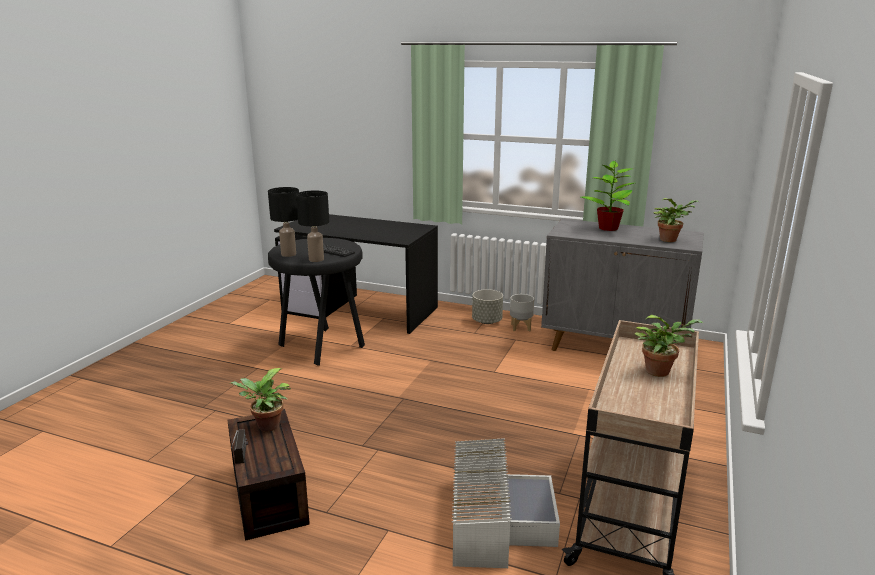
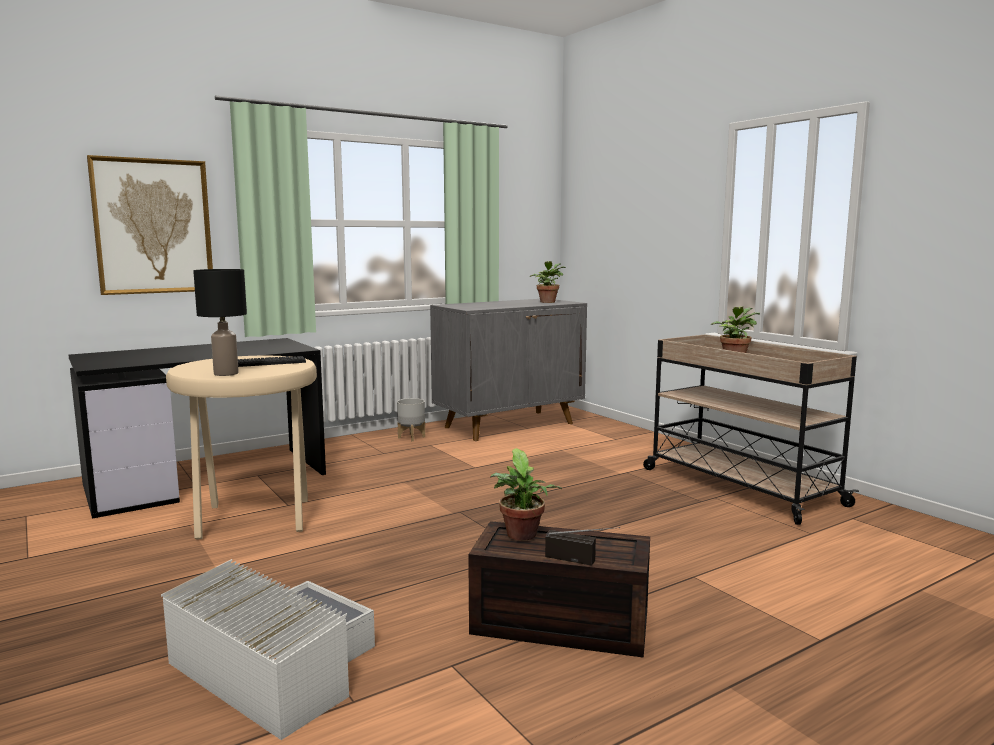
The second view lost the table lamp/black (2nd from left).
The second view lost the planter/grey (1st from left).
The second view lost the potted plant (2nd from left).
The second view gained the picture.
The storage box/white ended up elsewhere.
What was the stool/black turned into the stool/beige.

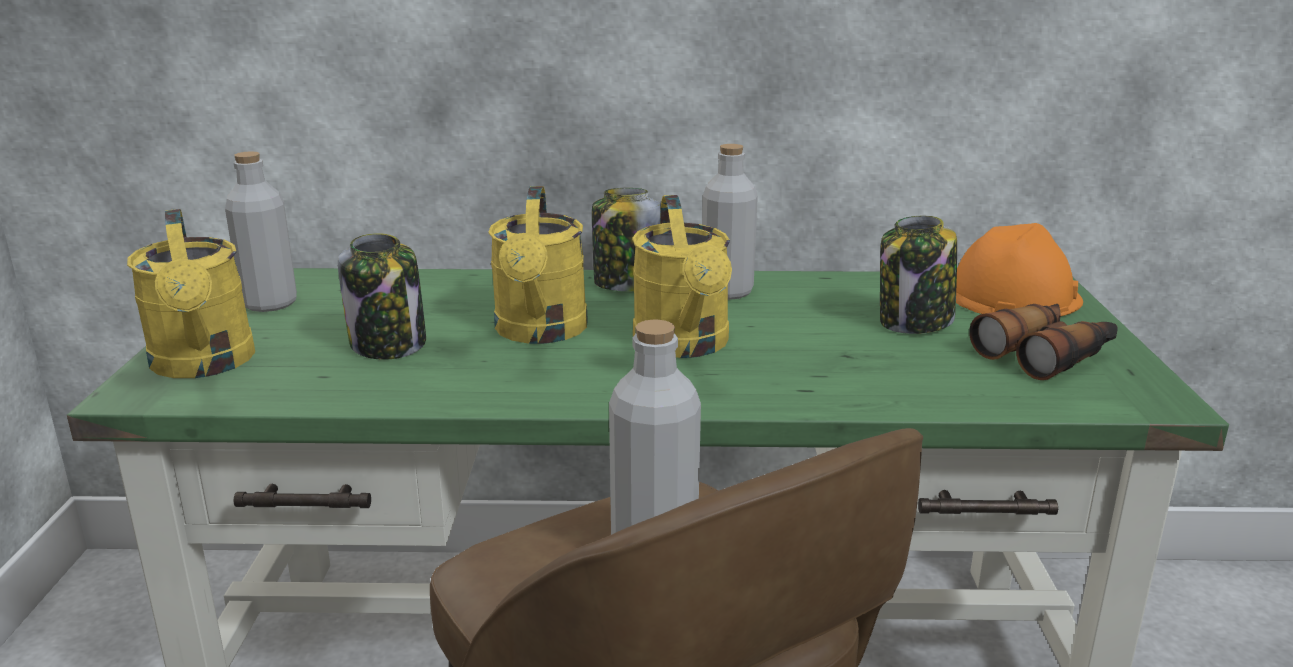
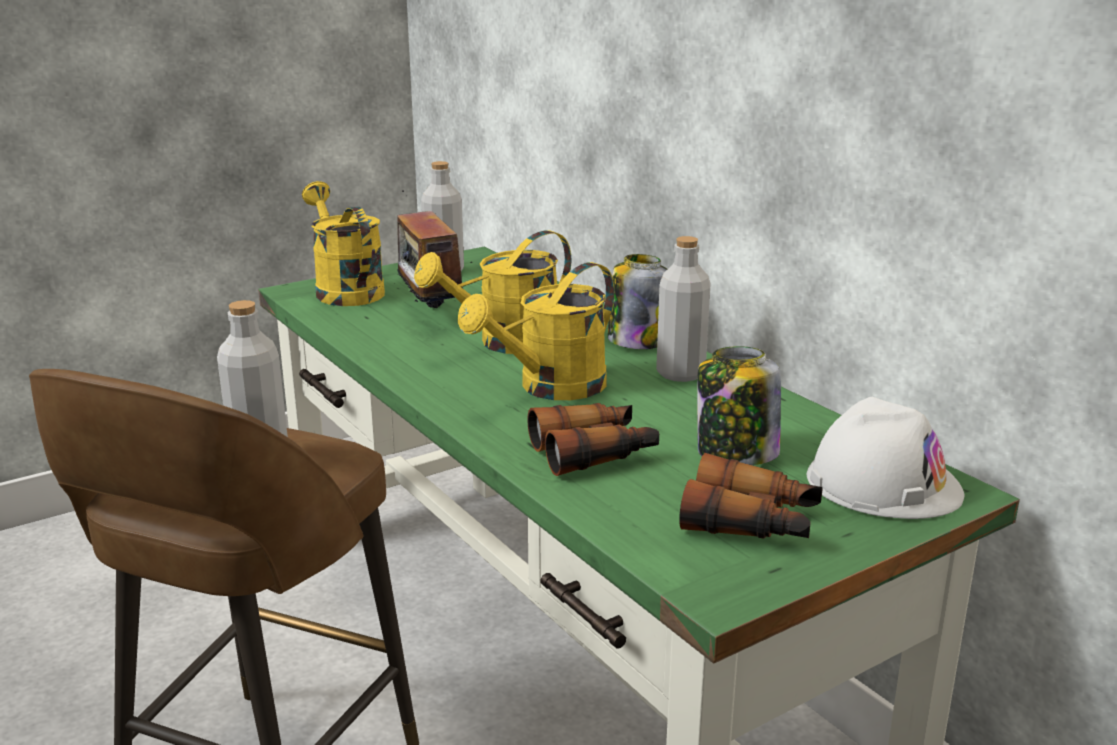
The second view gained the binoculars (1st from left).
Where the jar (1st from left) stood, the radio came to stand.
What was the hard hat/orange turned into the hard hat/white.
The watering can/yellow (1st from left) ended up facing another way, 120 degrees clockwise from before.

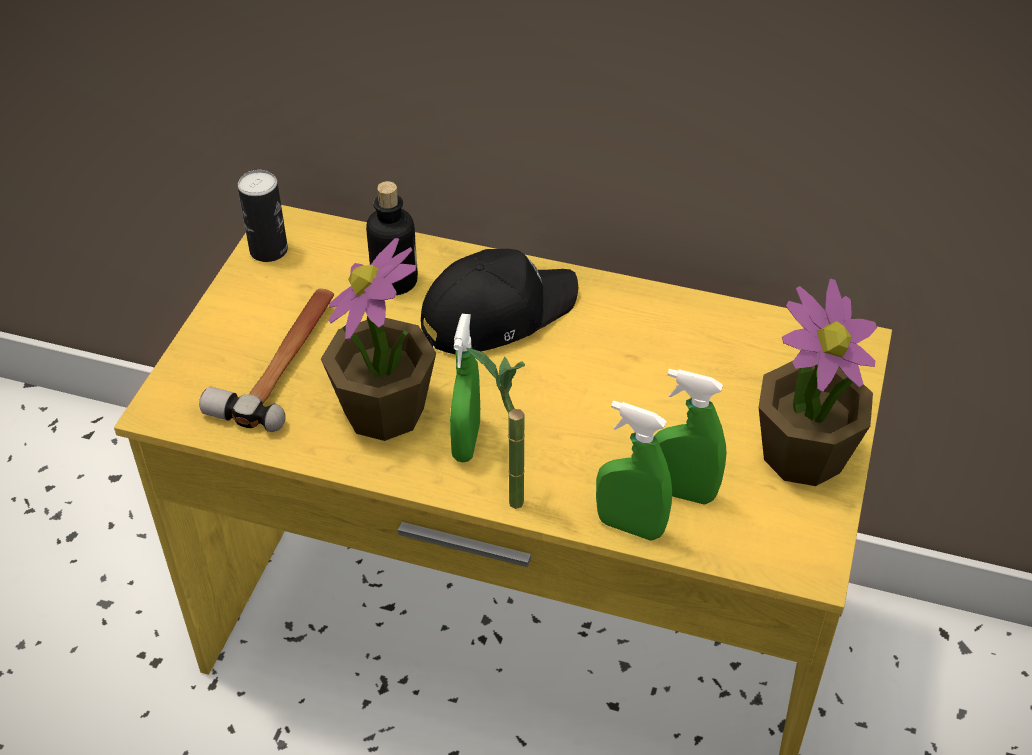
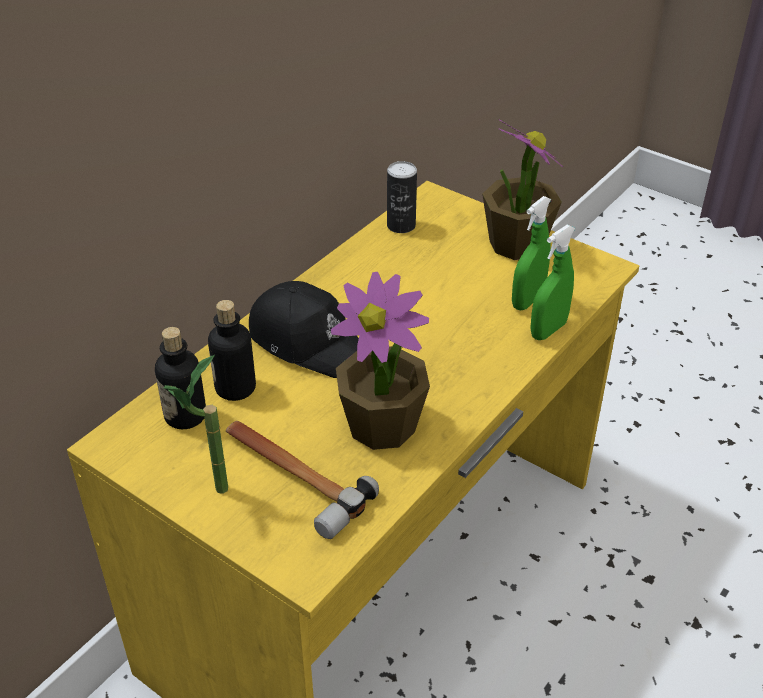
The second view lost the spray bottle/green (1st from left).
The second view gained the bottle (1st from left).
The can ended up elsewhere.
The potted plant (2nd from left in the first image) ended up elsewhere.
The cap/black ended up facing another way, 135 degrees clockwise from before.

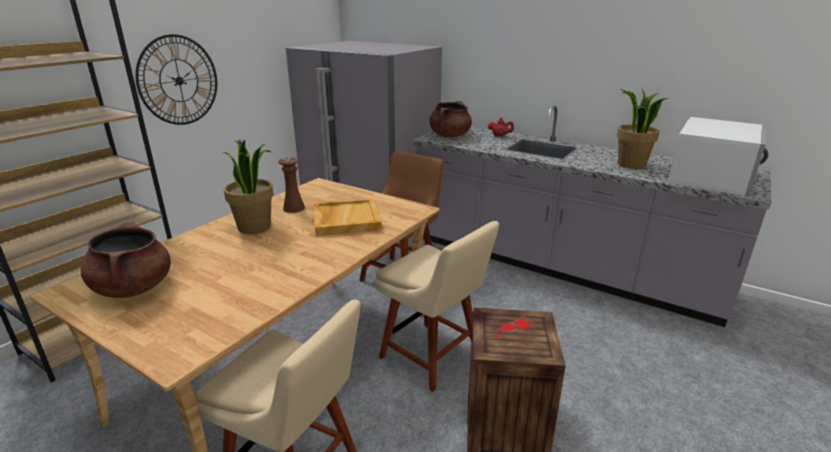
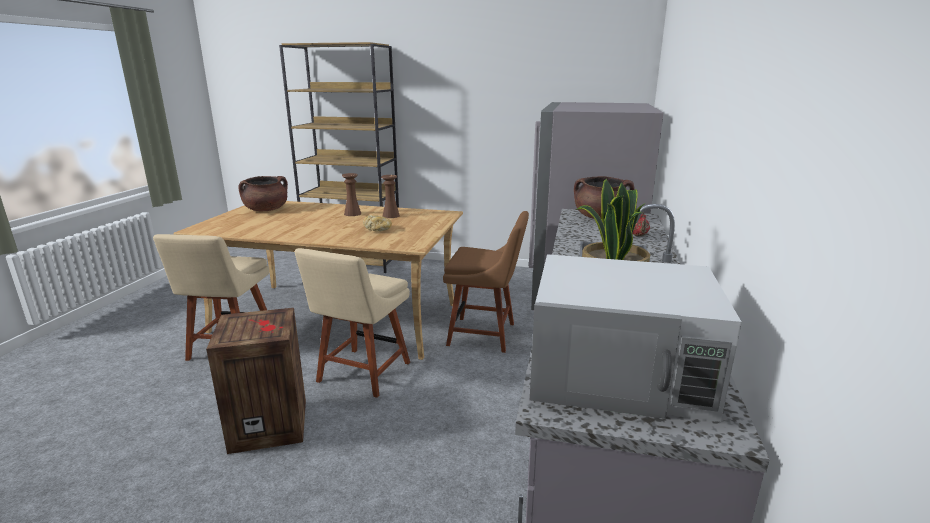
The second view lost the wall clock.
Where the potted plant (1st from left) stood, the vase/brown (1st from left) came to stand.
Where the tray/beige stood, the bread came to stand.

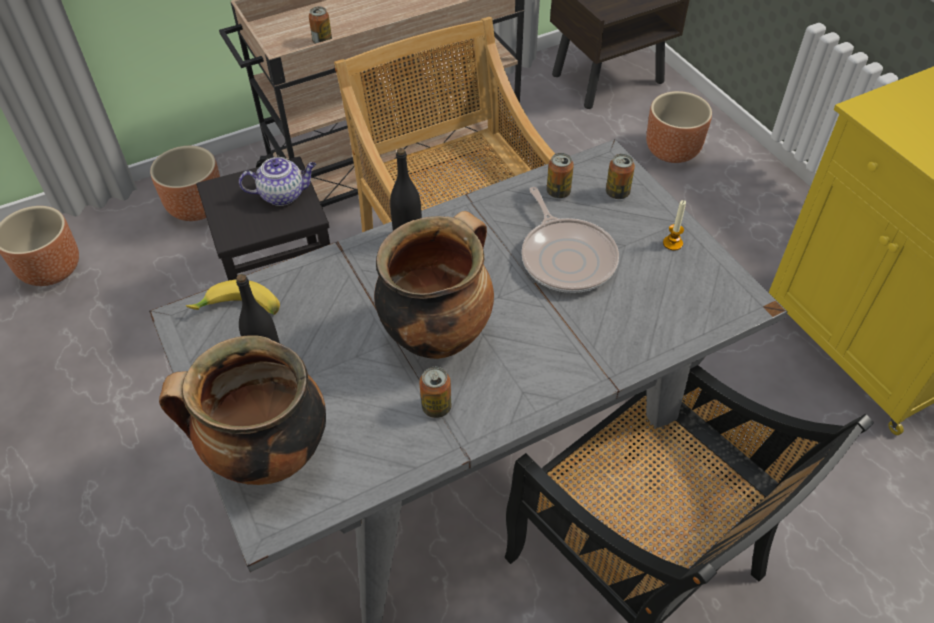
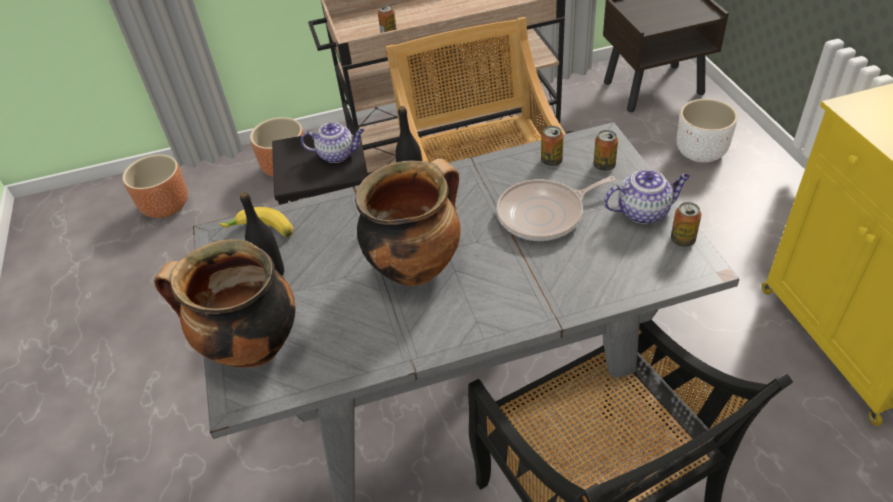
The can (2nd from left in the first image) ended up elsewhere.
Where the candle stood, the teapot (2nd from left) came to stand.
What was the planter/brown (3rd from left) turned into the planter/white.
The frying pan ended up facing another way, 75 degrees clockwise from before.

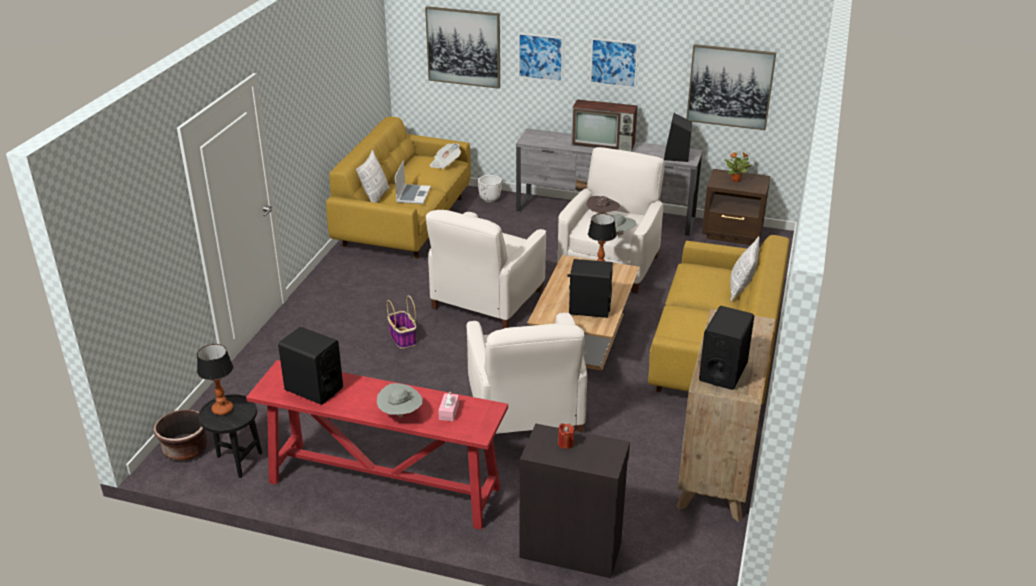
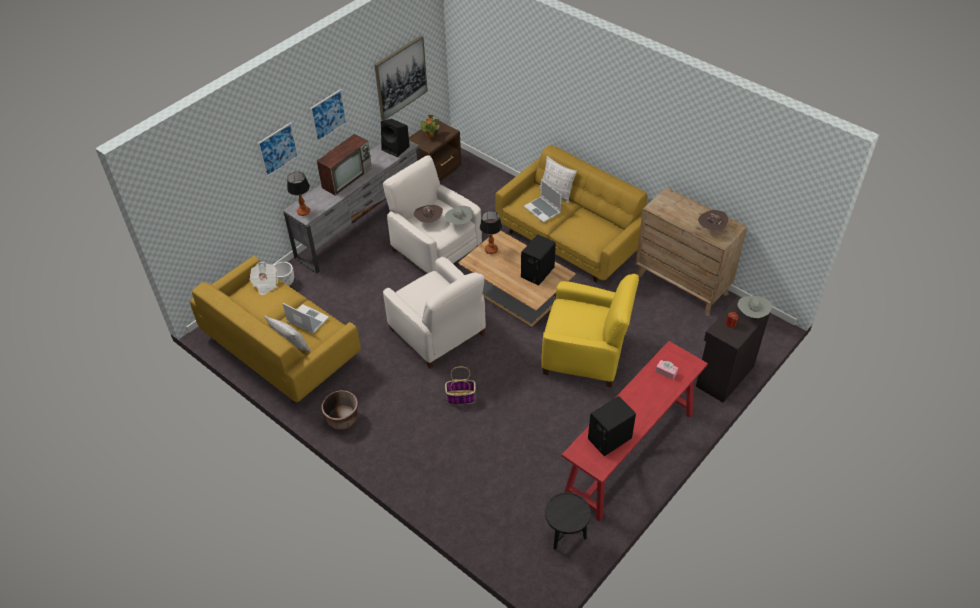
The second view lost the picture (1st from left).
The second view gained the laptop (2nd from left).
The planter/brown ended up elsewhere.
The table lamp (1st from left) ended up elsewhere.
The hat/grey (1st from left in the first image) ended up elsewhere.
Where the speaker/black (4th from left) stood, the hat/brown (2nd from left) came to stand.
What was the armchair/white (2nd from left) turned into the armchair/yellow.

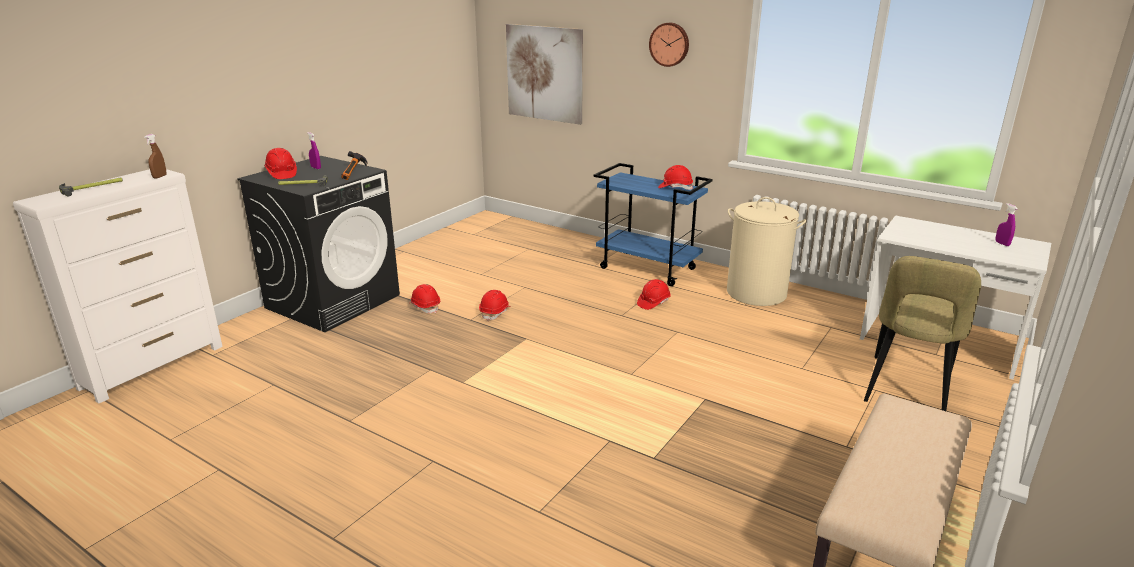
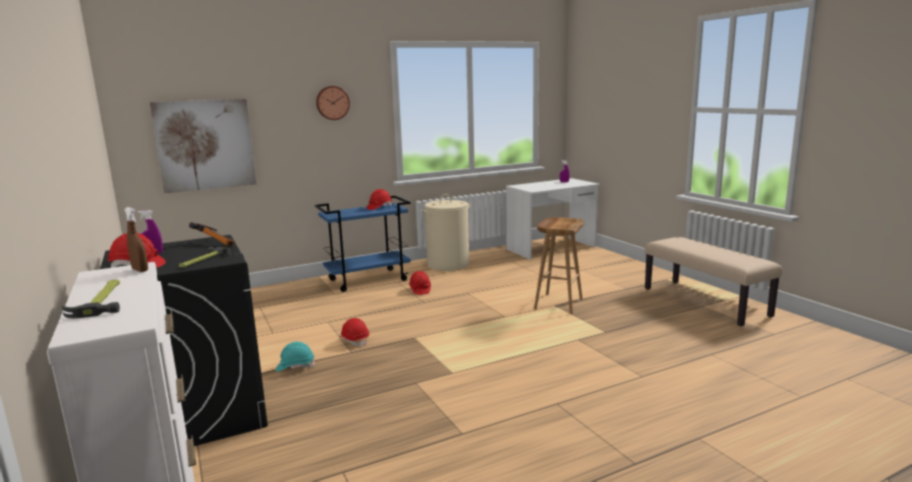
The second view lost the chair/beige.
The second view gained the stool/brown.
What was the hard hat/red (2nd from left) turned into the hard hat/turquoise.

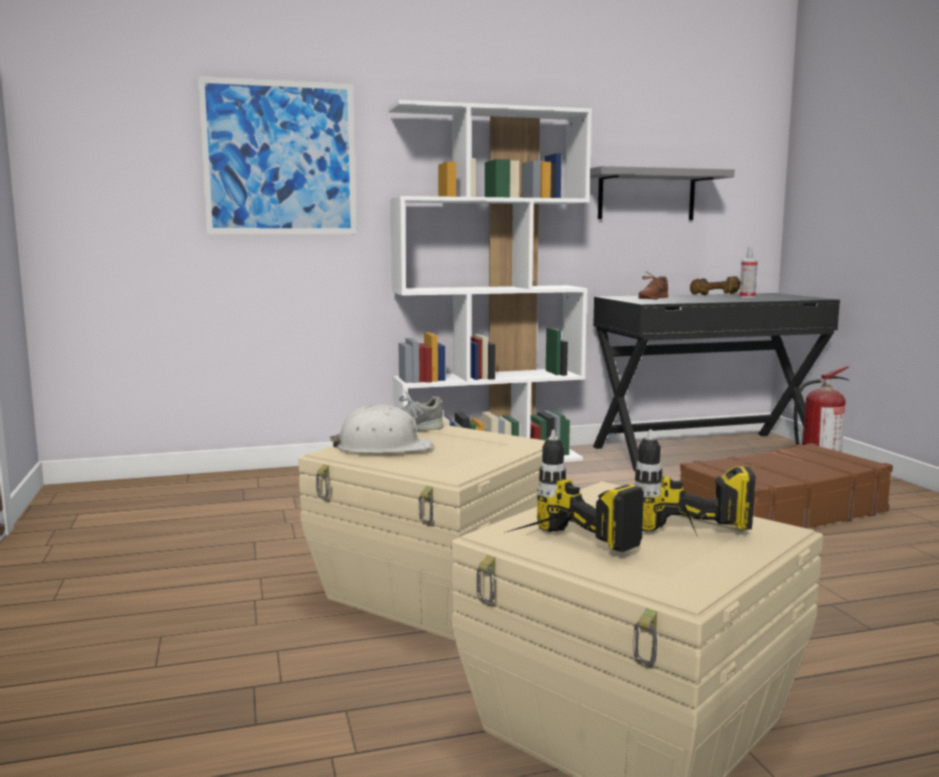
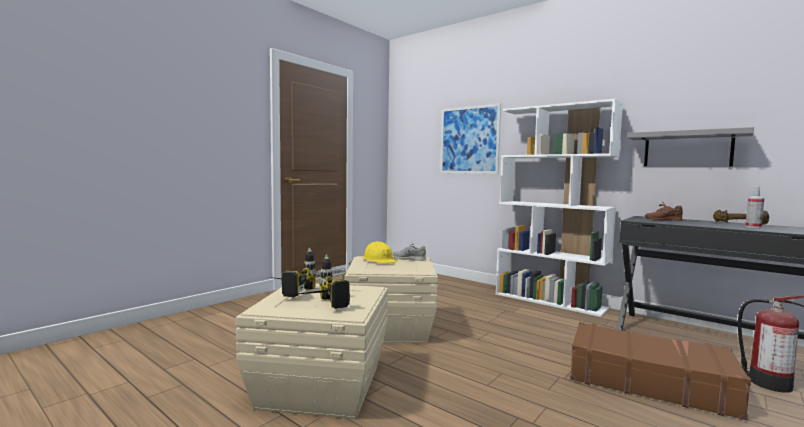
What was the hard hat/white turned into the hard hat/yellow.

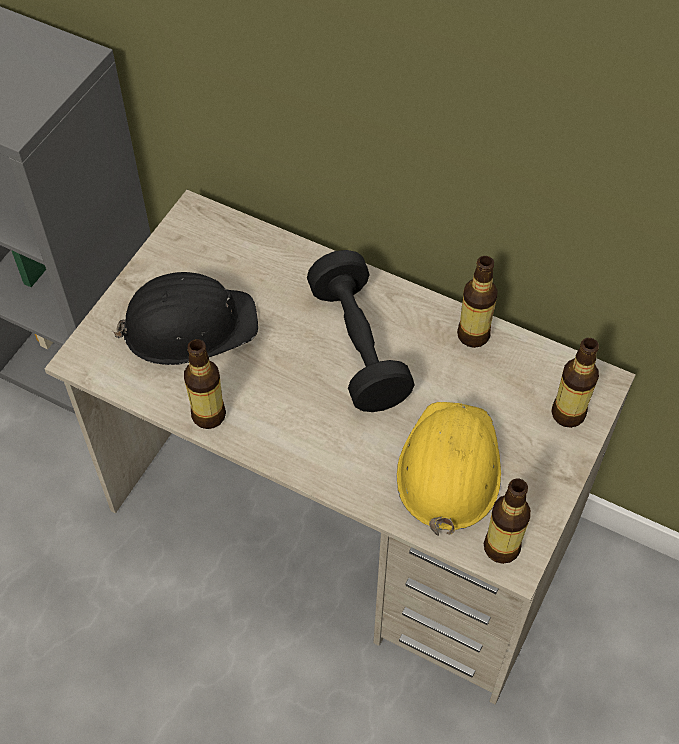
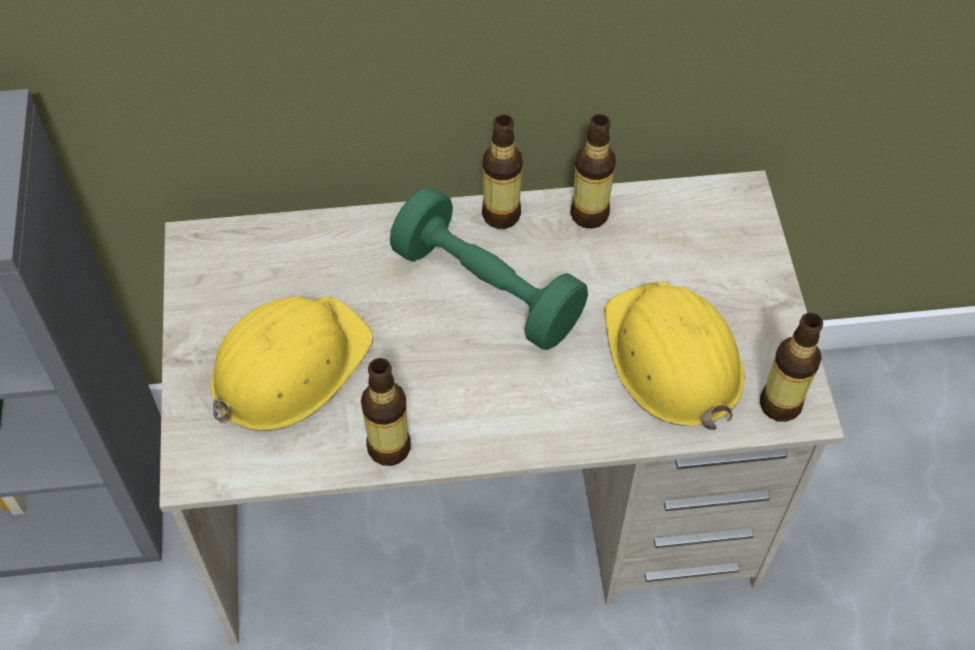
The bottle (4th from left in the first image) ended up elsewhere.
What was the hard hat/black turned into the hard hat/yellow (1st from left).
What was the dumbbell/black turned into the dumbbell/green.

